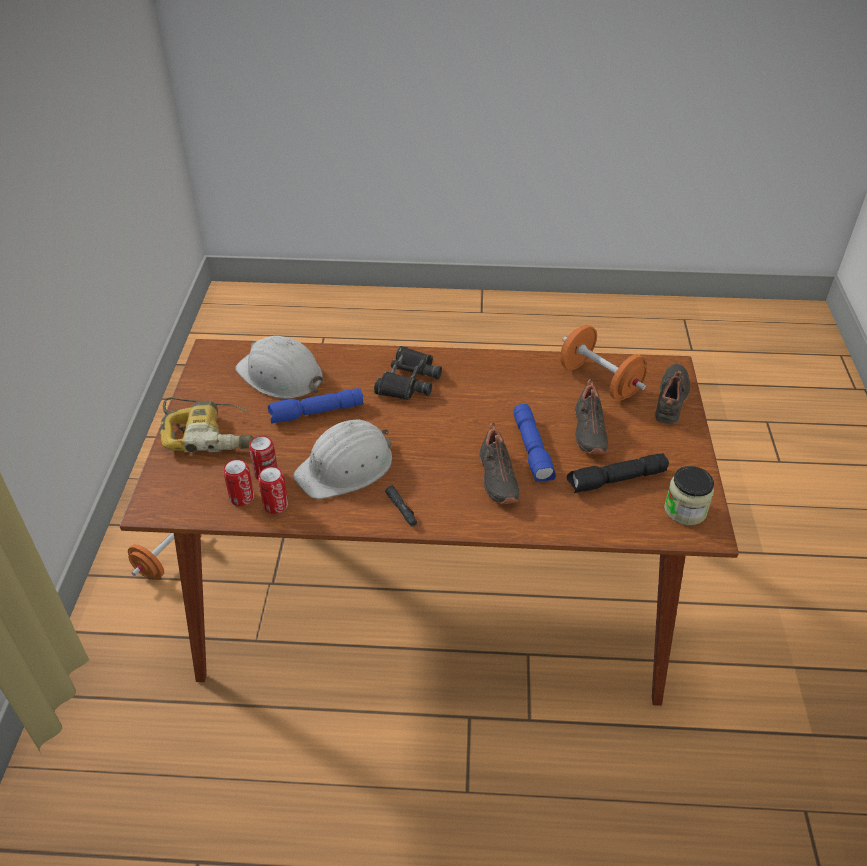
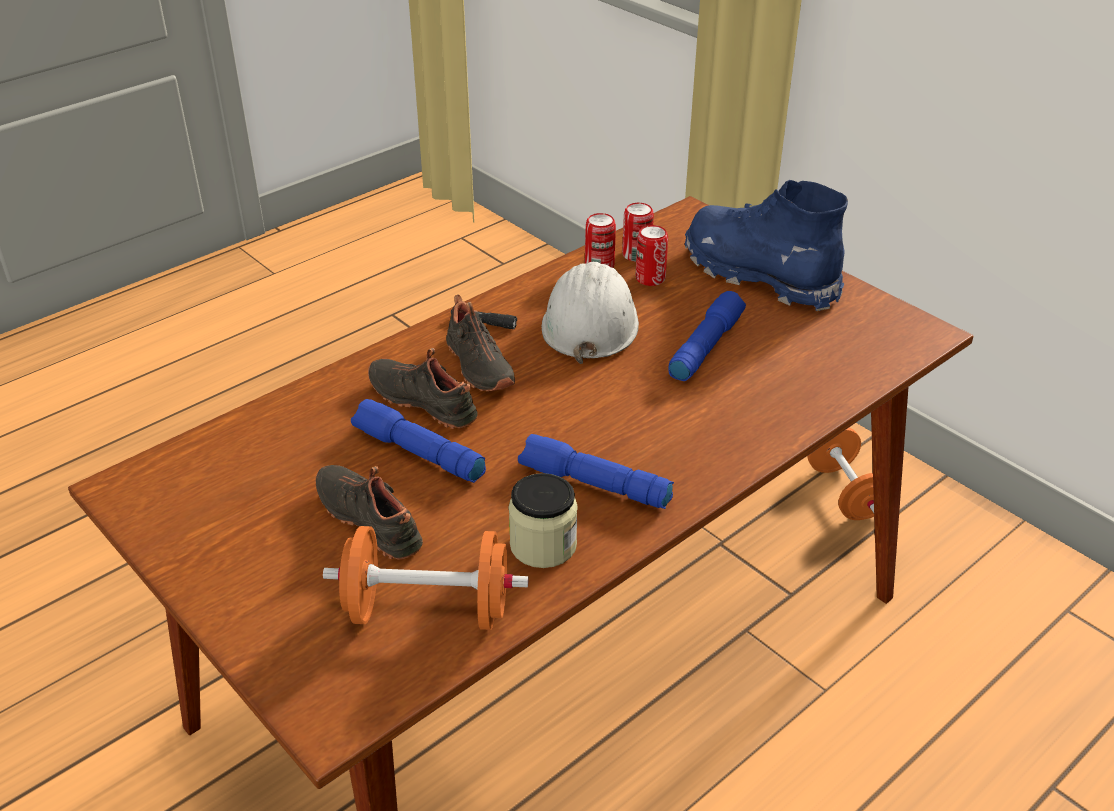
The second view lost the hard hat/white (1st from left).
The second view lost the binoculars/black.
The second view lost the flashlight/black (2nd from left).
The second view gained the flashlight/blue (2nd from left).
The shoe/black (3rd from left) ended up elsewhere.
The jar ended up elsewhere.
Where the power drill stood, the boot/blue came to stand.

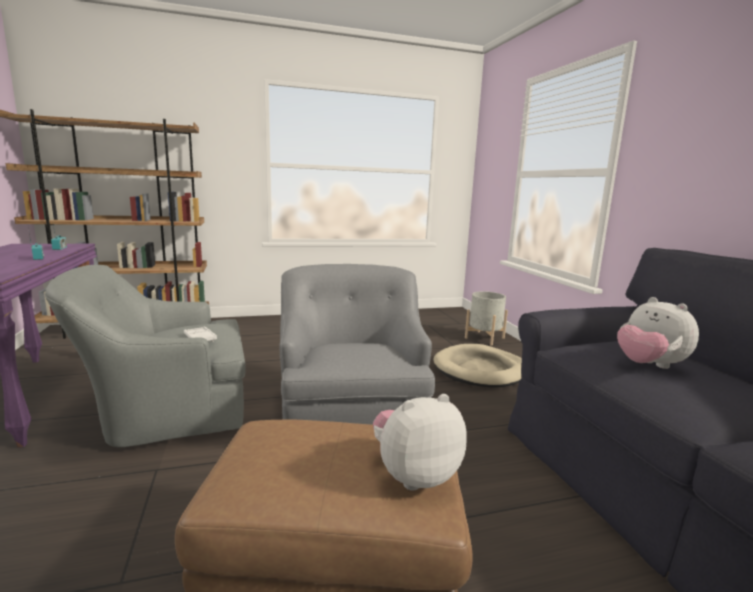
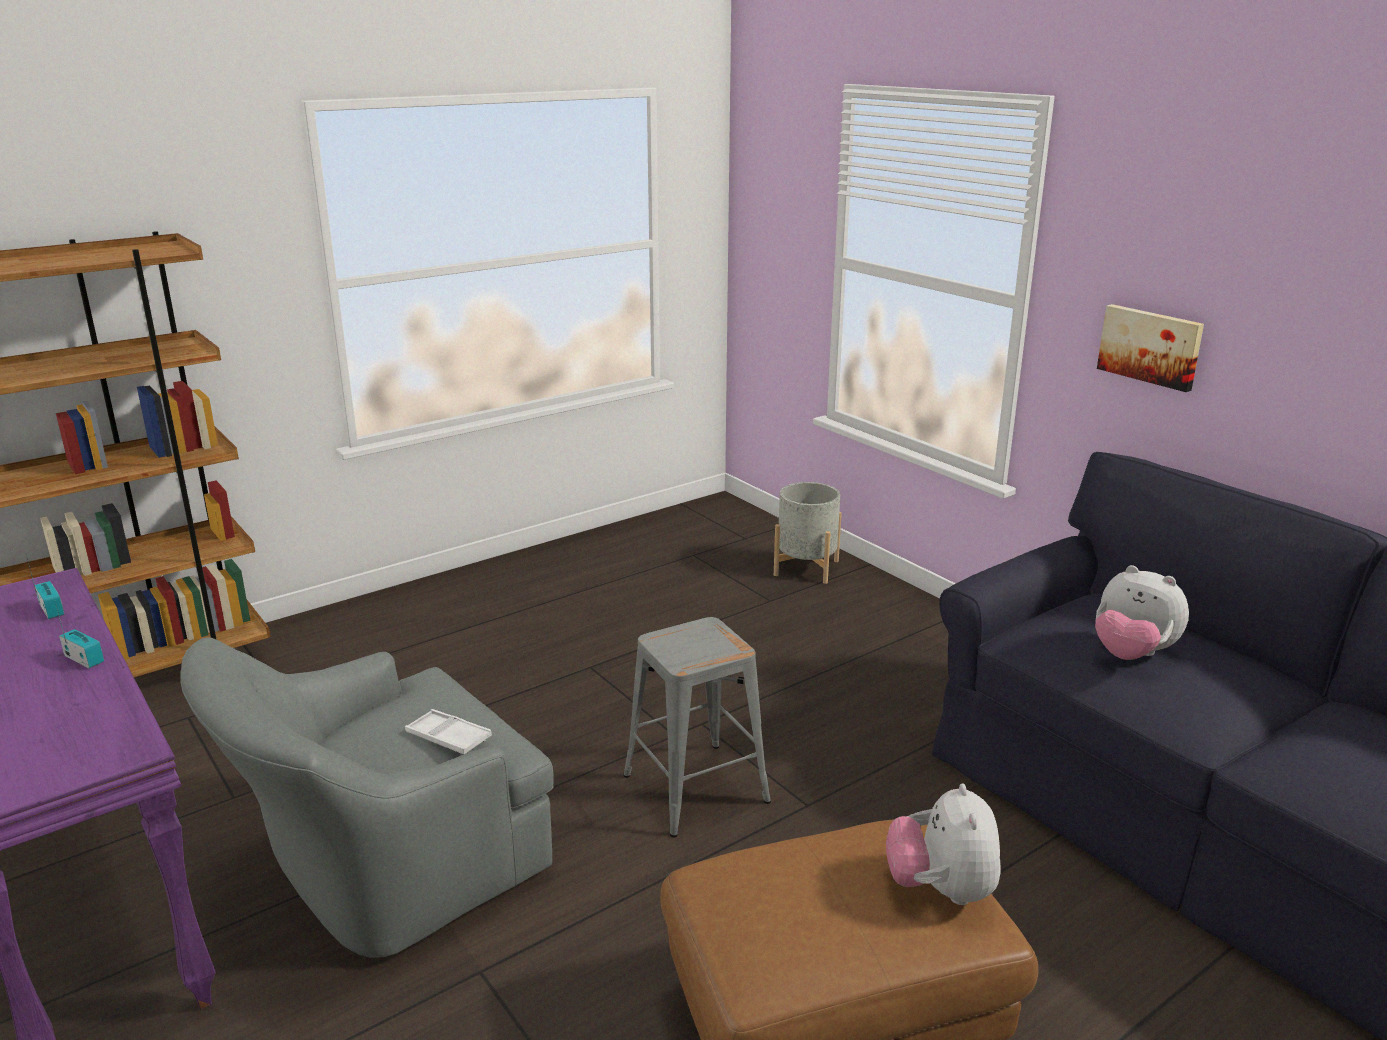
The second view lost the dog bed/beige.
The second view gained the picture.
Where the armchair/grey (2nd from left) stood, the stool/grey came to stand.
The plush toy (1st from left) ended up facing another way, 45 degrees counterclockwise from before.

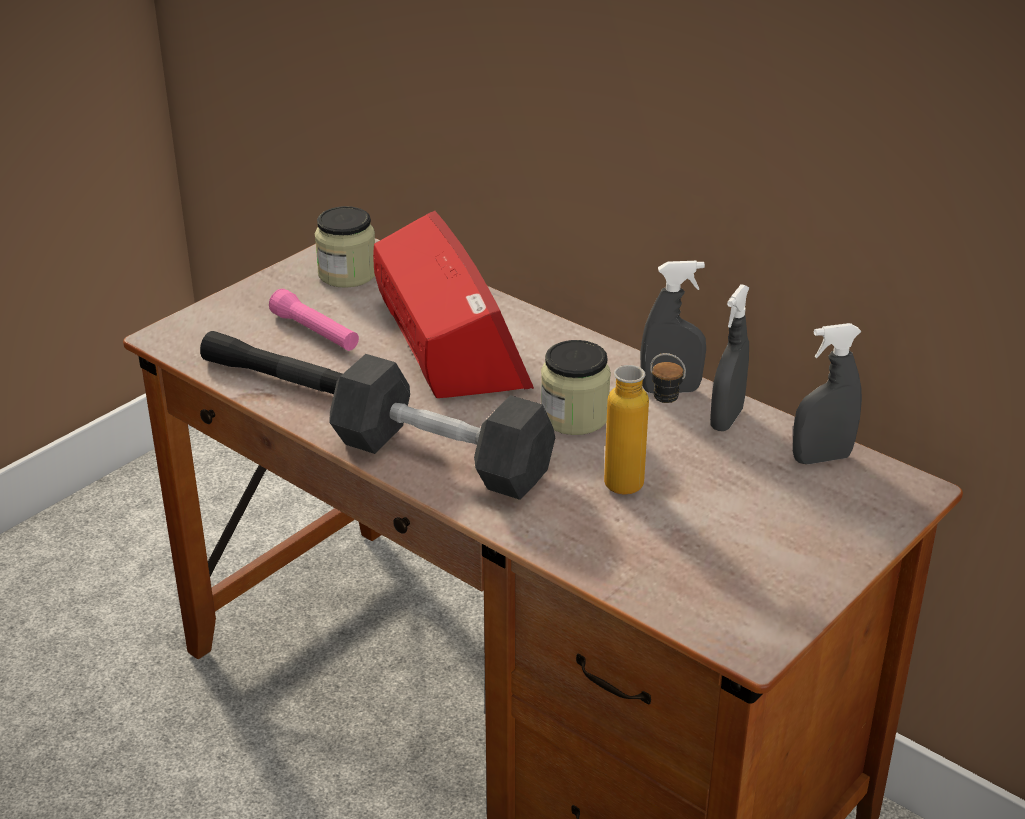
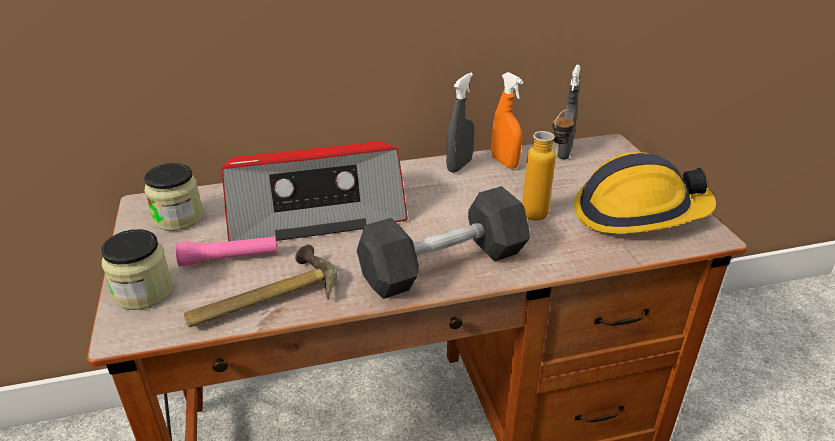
The second view gained the hard hat.
The jar (2nd from left in the first image) ended up elsewhere.
Where the flashlight/black stood, the hammer came to stand.
What was the spray bottle/grey (2nd from left) turned into the spray bottle/orange.
The radio ended up facing another way, 150 degrees clockwise from before.

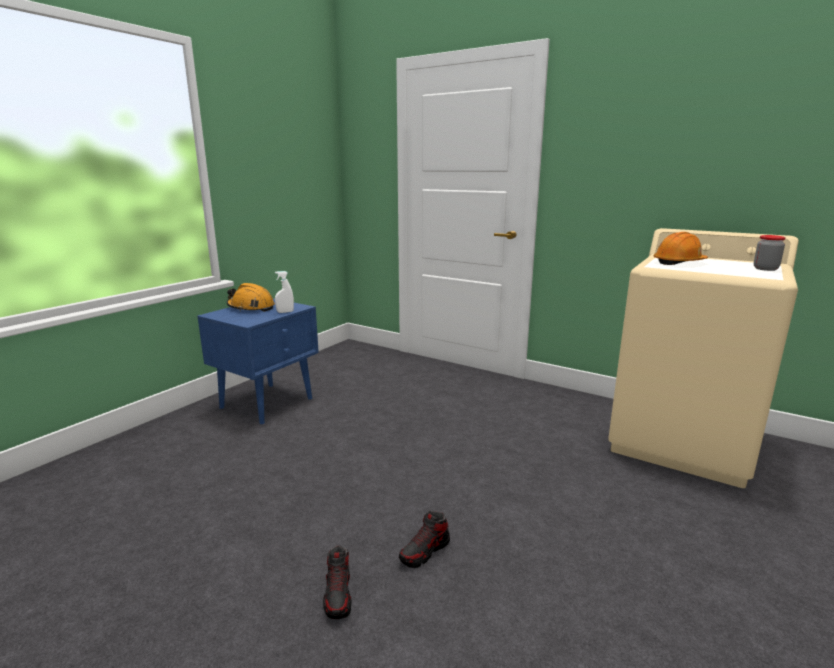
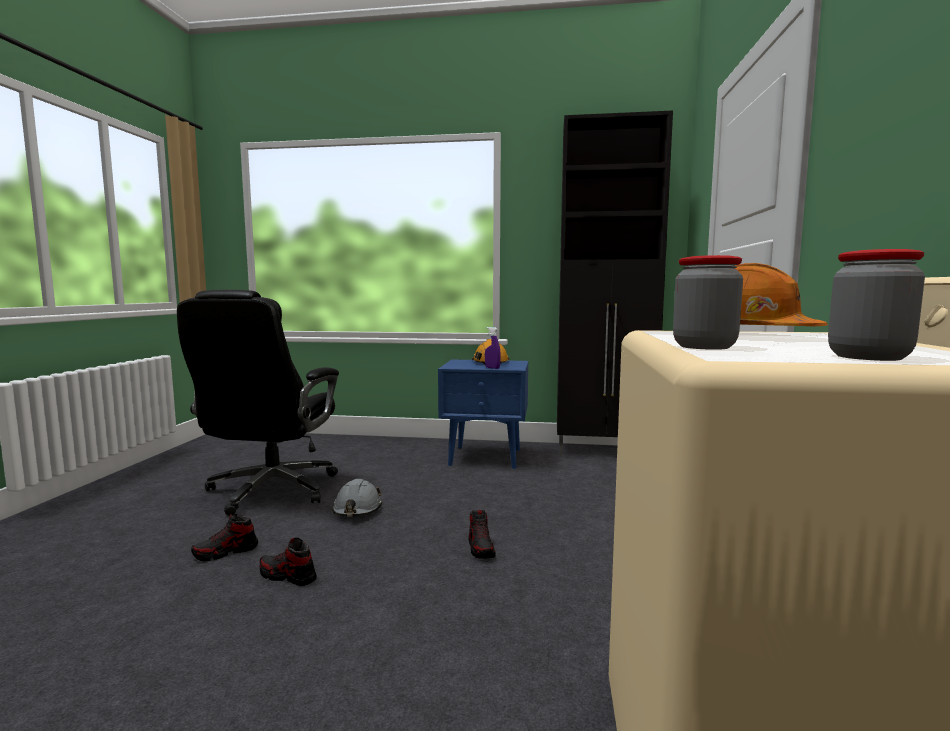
The second view gained the office chair/black.
The second view gained the hard hat/grey.
The second view gained the shoe (3rd from left).
The second view gained the cabinet/black.
The second view gained the jar (1st from left).
What was the spray bottle/white turned into the spray bottle/purple.

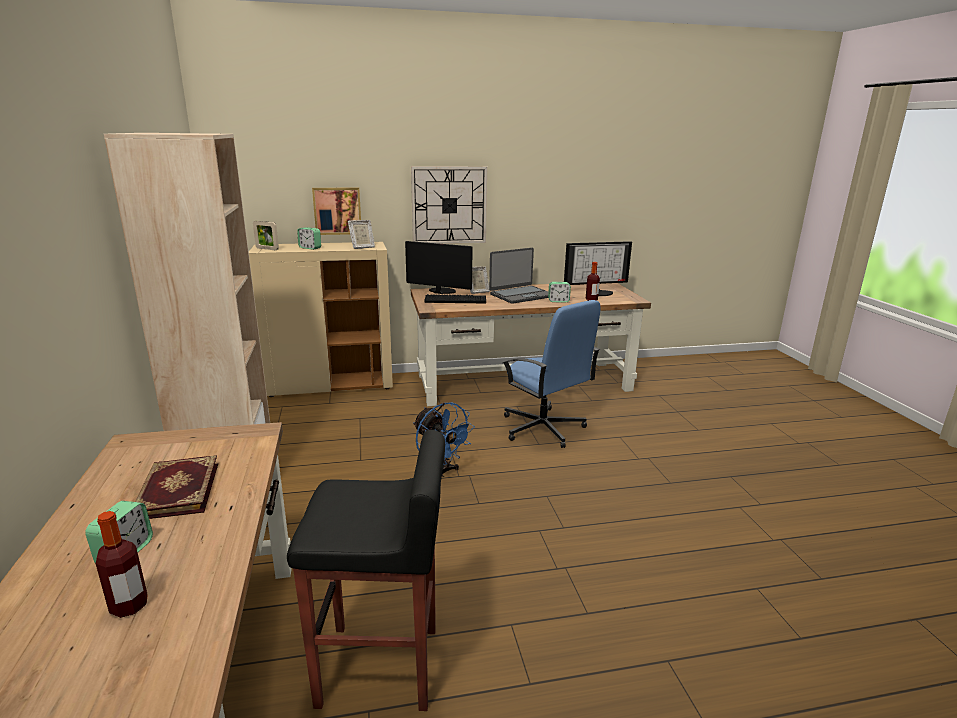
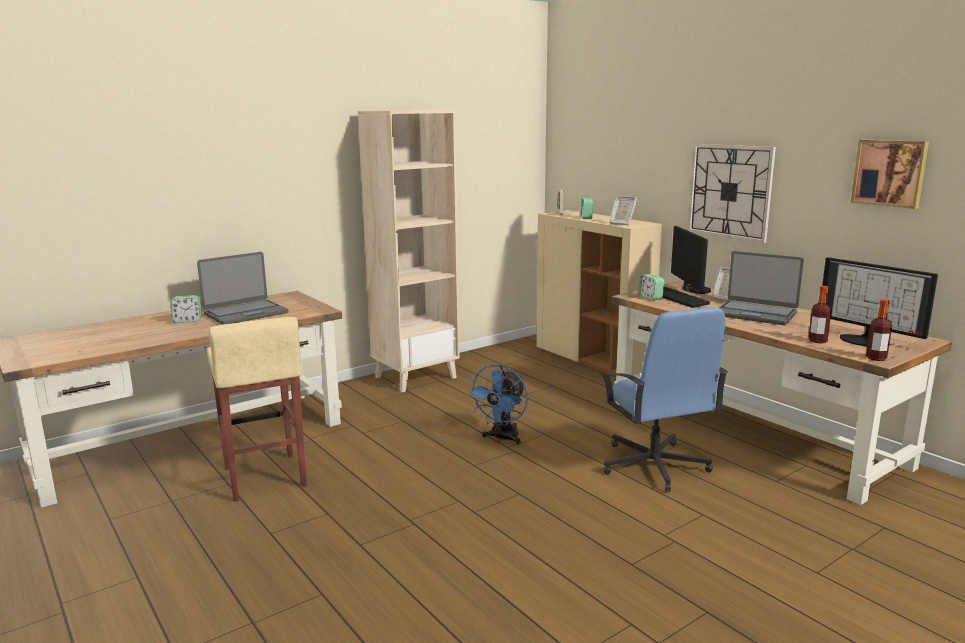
The bottle (1st from left in the first image) ended up elsewhere.
The picture ended up elsewhere.
The alarm clock (3rd from left) ended up elsewhere.
Where the book stood, the laptop (1st from left) came to stand.
What was the stool/black turned into the stool/beige.
The office chair/blue ended up facing another way, 45 degrees counterclockwise from before.

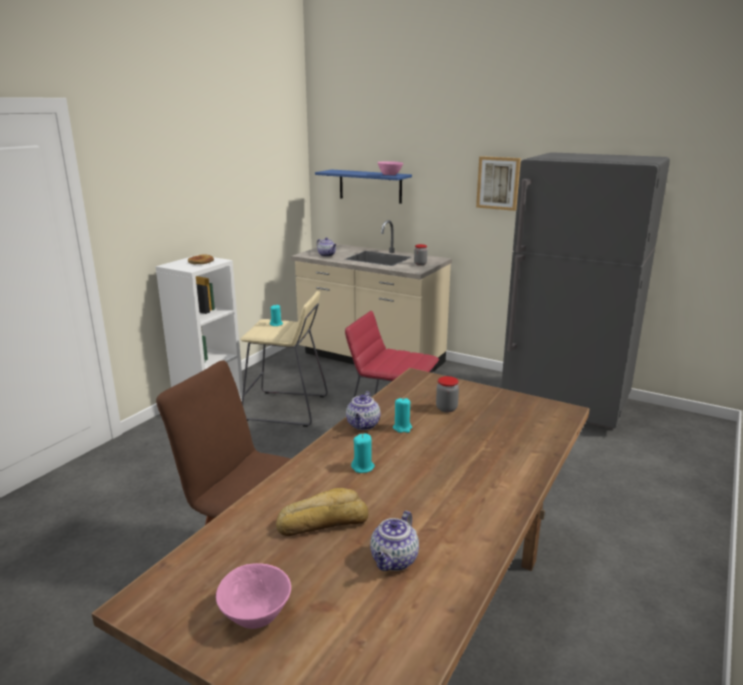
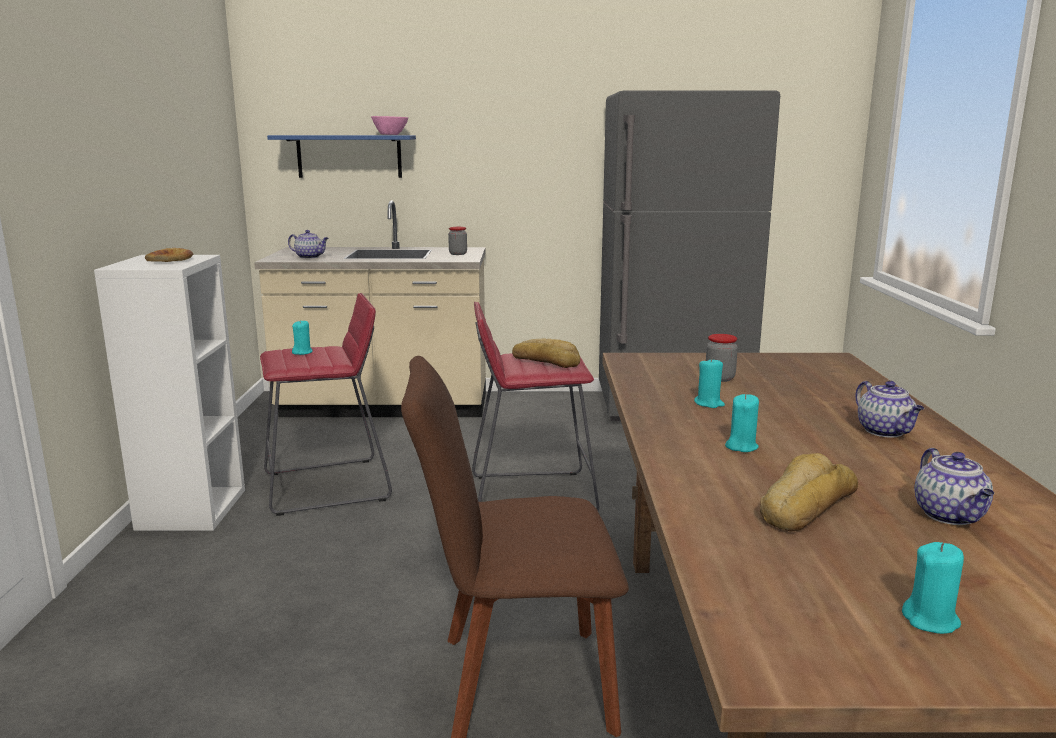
The second view lost the picture.
The second view gained the bread (2nd from left).
The teapot (2nd from left) ended up elsewhere.
Where the bowl/pink (1st from left) stood, the candle/turquoise (4th from left) came to stand.
What was the stool/beige turned into the stool/red (1st from left).

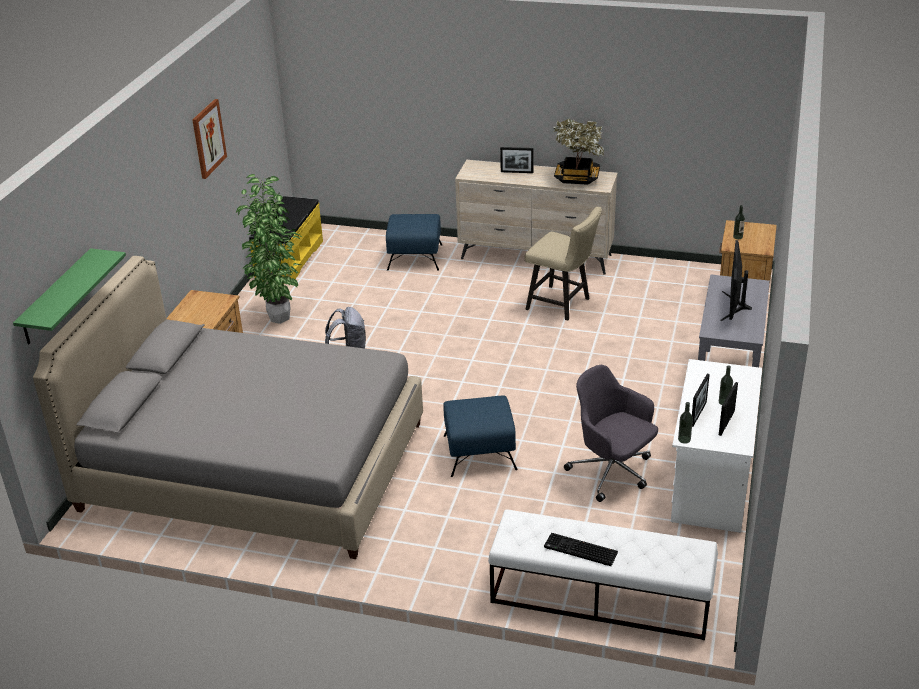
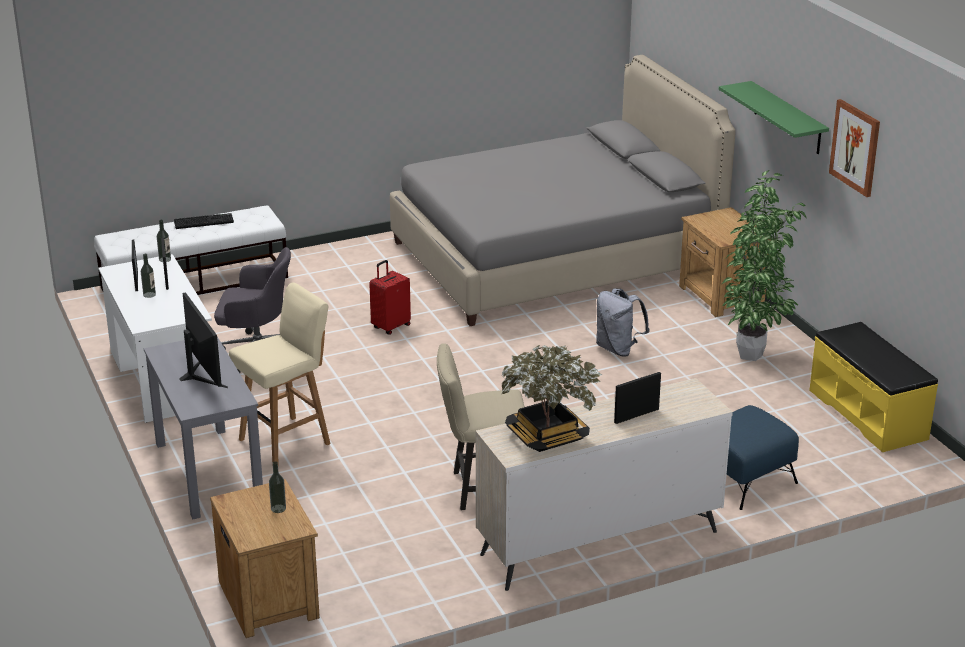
The second view gained the stool/beige.
The shelf/green ended up elsewhere.
Where the ottoman/blue (2nd from left) stood, the suitcase/red came to stand.

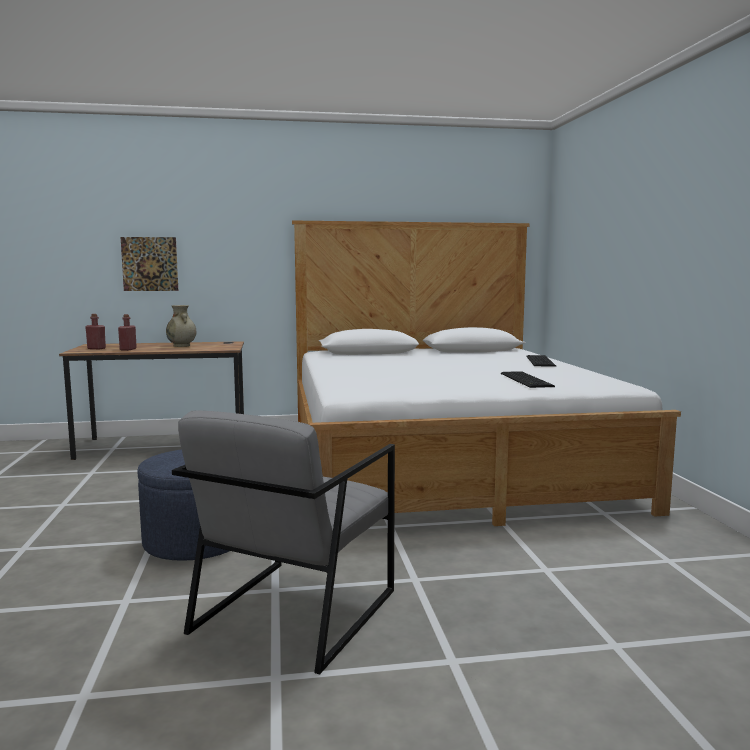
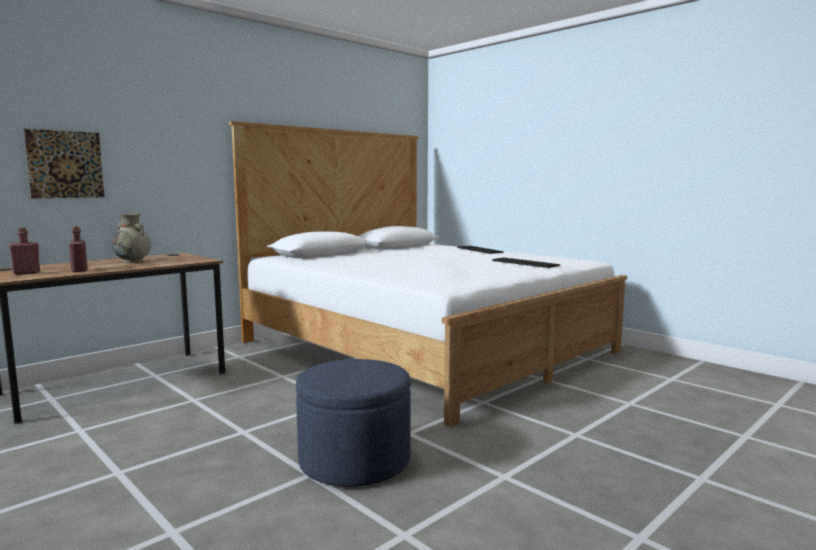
The second view lost the armchair/grey.

